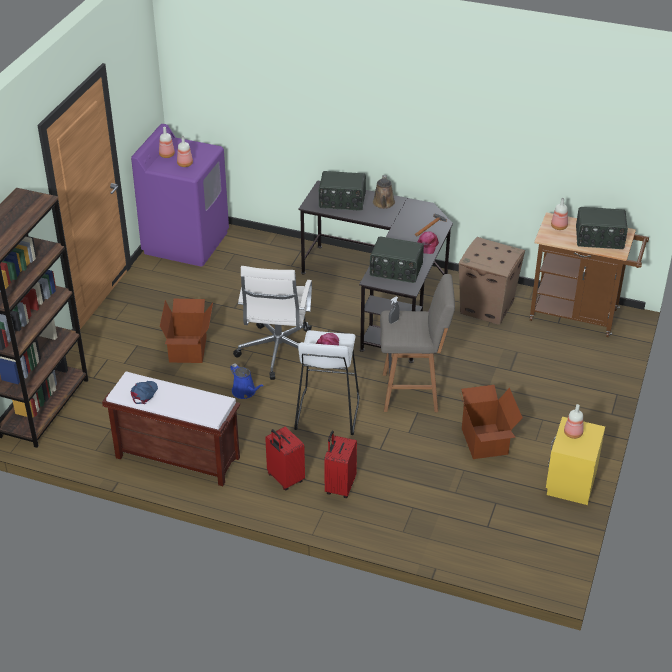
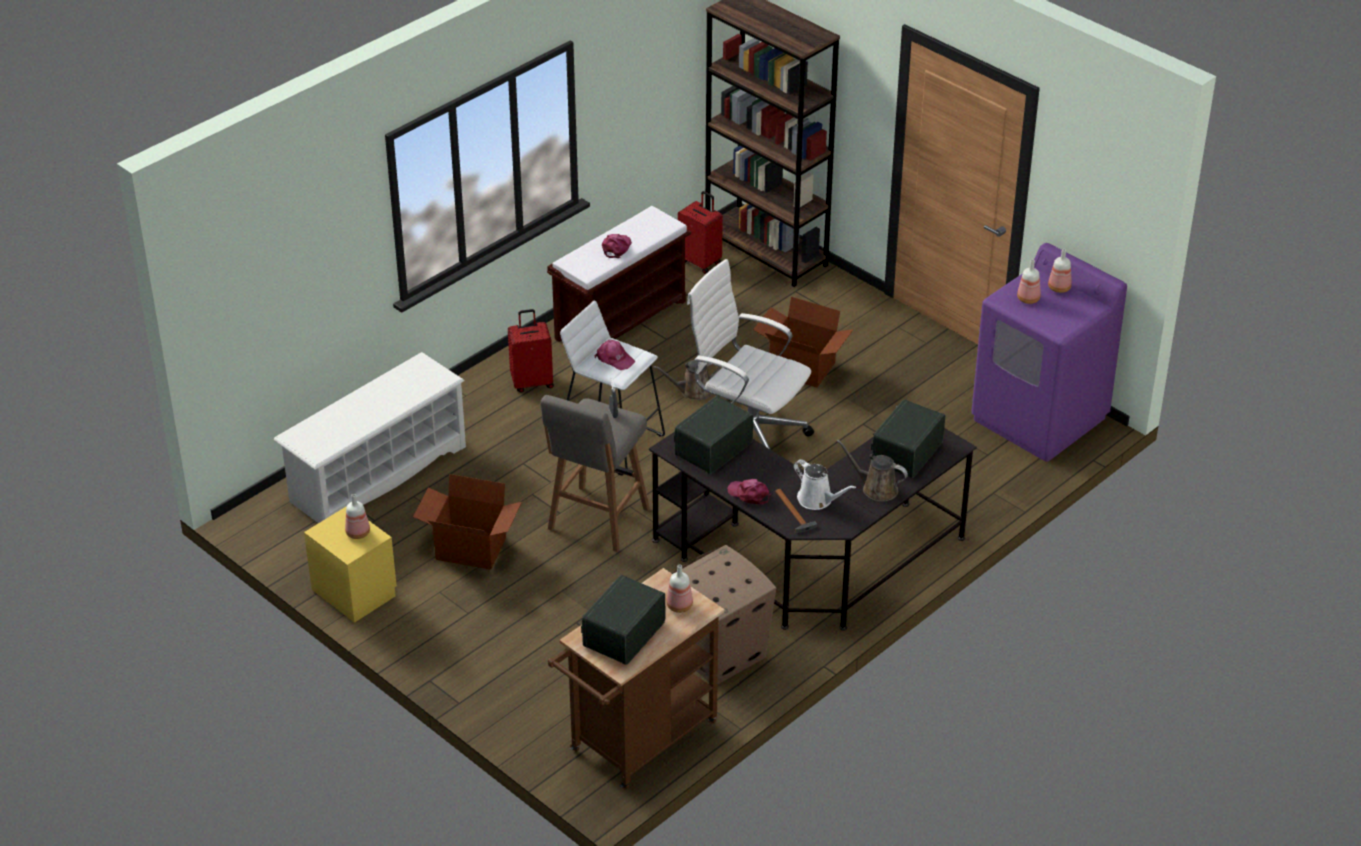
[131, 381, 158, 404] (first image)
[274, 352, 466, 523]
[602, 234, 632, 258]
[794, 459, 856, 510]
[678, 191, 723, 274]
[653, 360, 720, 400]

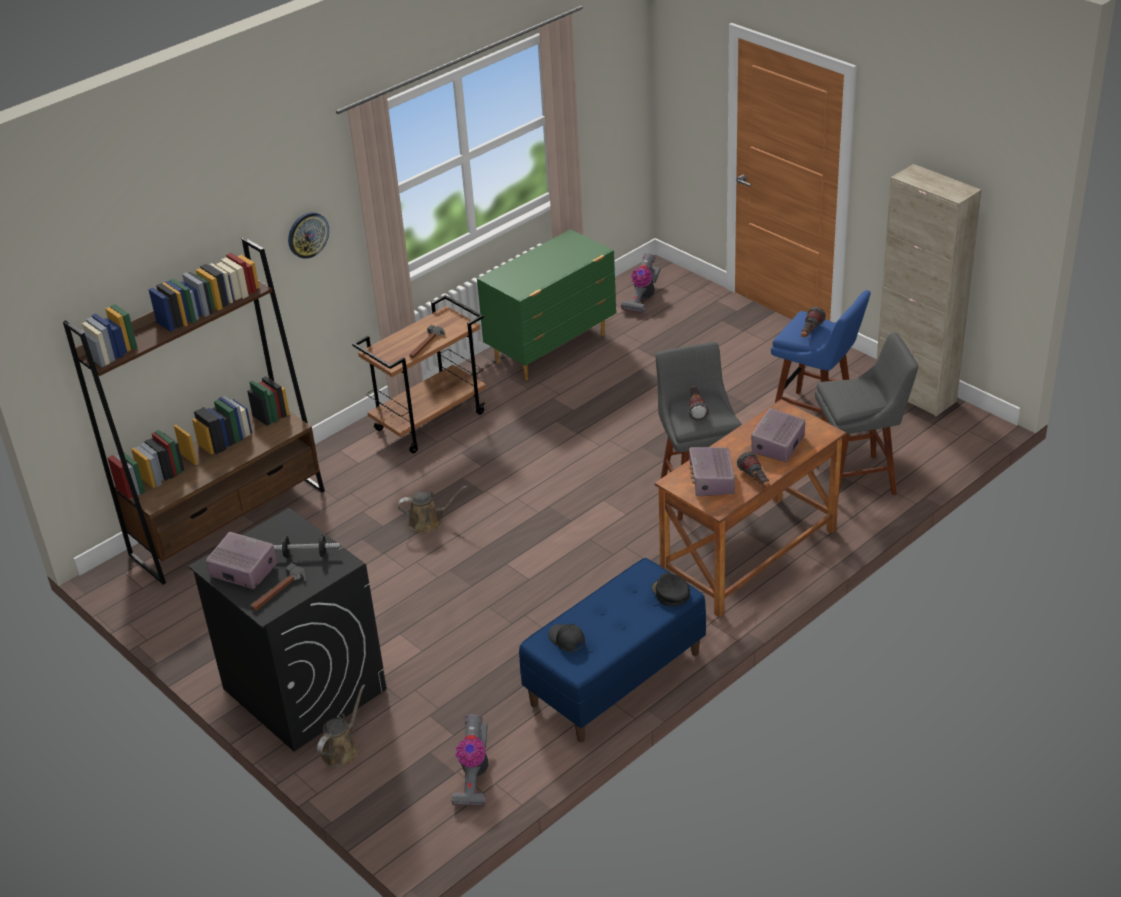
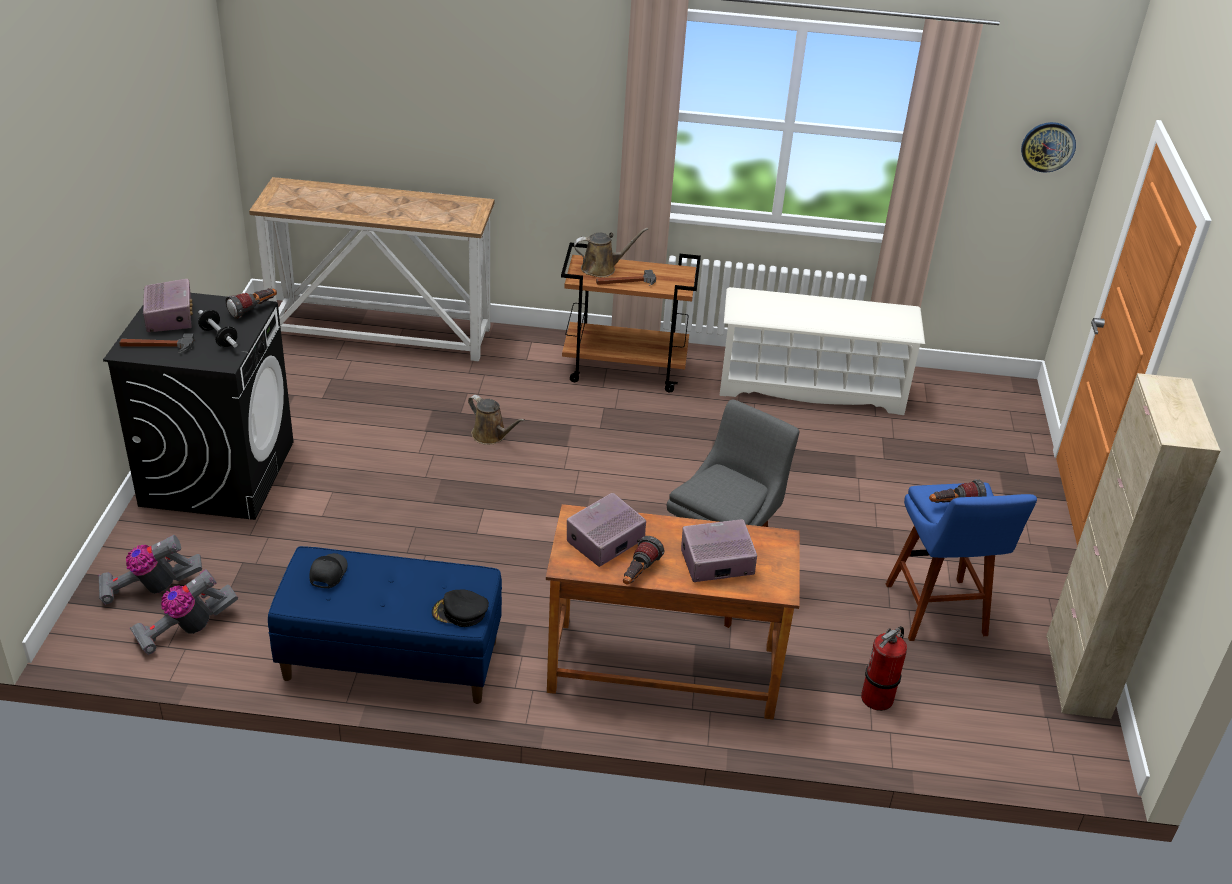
[1021, 122, 1076, 173]
[574, 228, 648, 277]
[99, 535, 202, 605]
[226, 288, 277, 319]
[249, 177, 495, 361]
[720, 287, 925, 415]
[861, 626, 907, 711]
[432, 590, 489, 627]

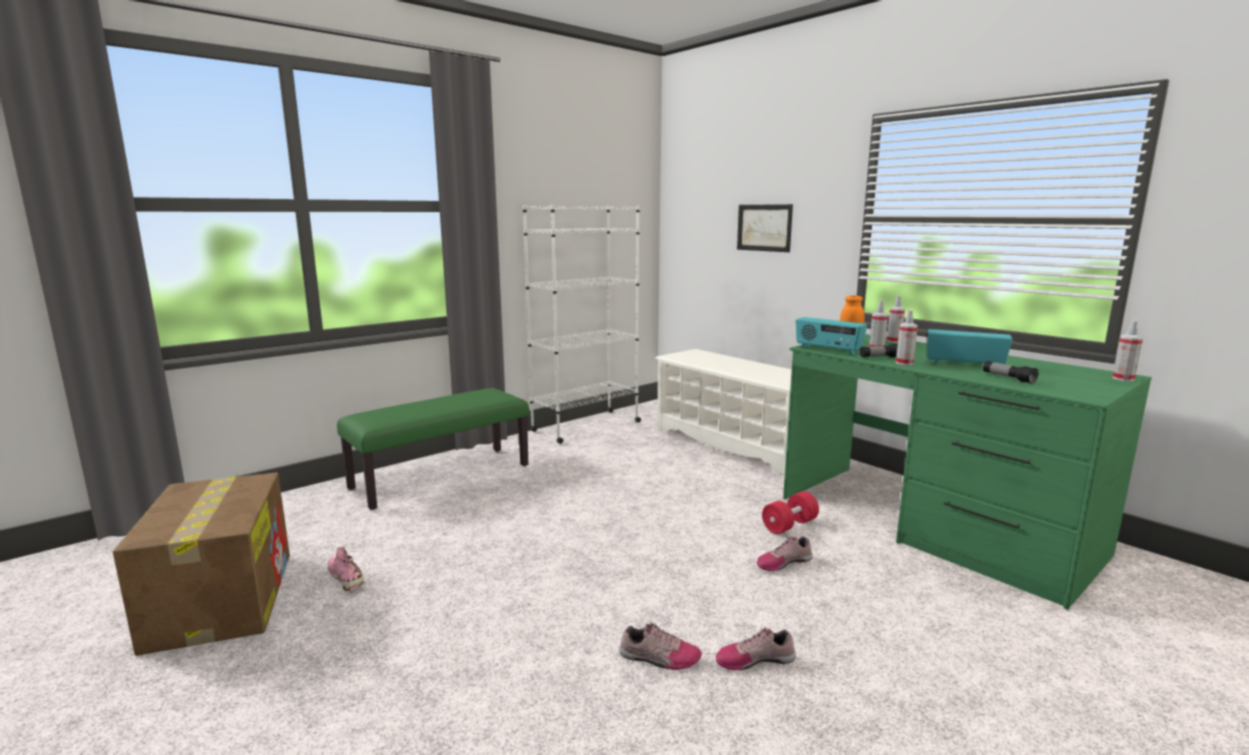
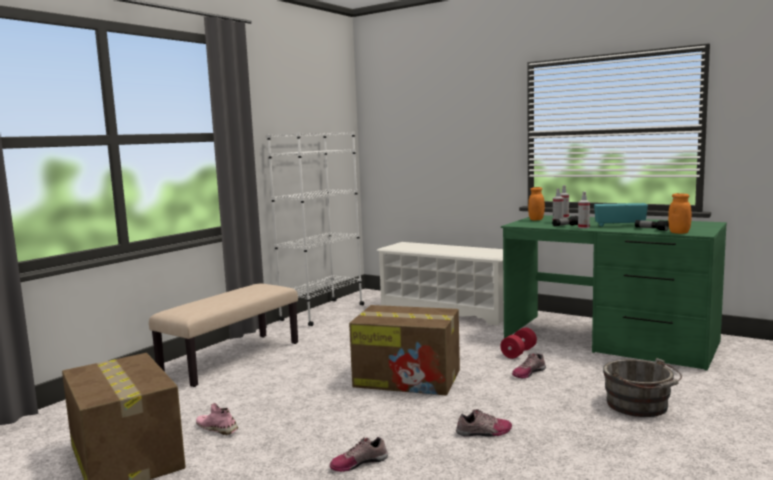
[737, 204, 793, 252] (first image)
[796, 317, 867, 355] (first image)
[1112, 320, 1143, 381] (first image)
[349, 305, 460, 395]
[603, 358, 682, 417]
[668, 193, 692, 234]
[330, 437, 388, 472]
[149, 284, 298, 387]

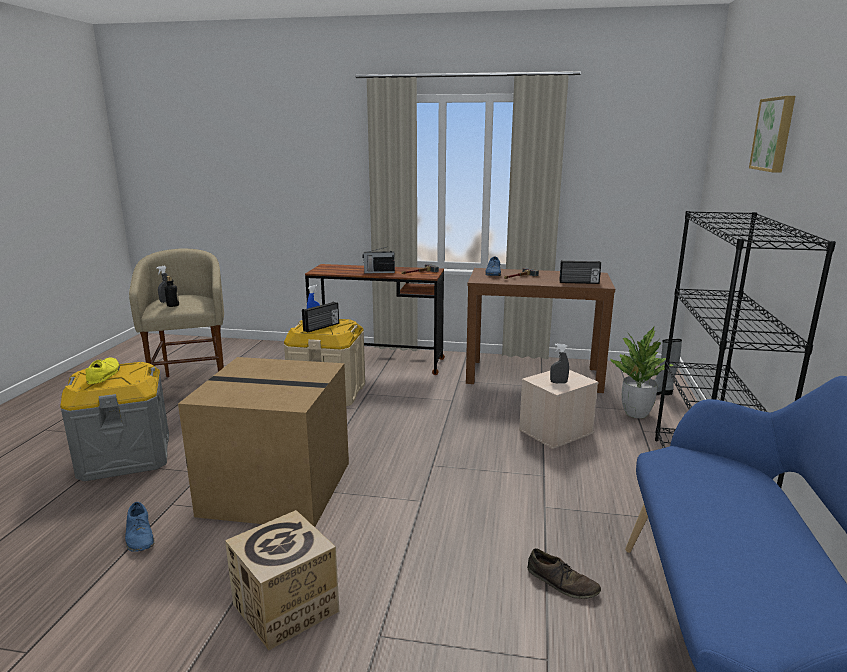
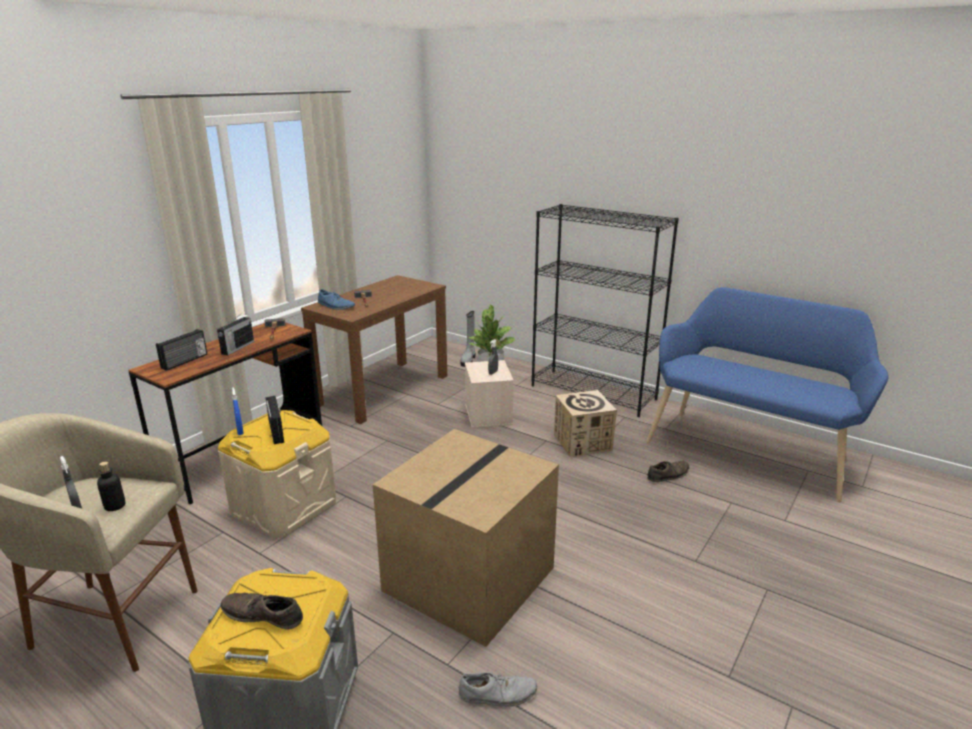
[749, 96, 795, 172] (first image)
[554, 390, 617, 457]
[156, 329, 207, 371]
[220, 593, 303, 629]
[459, 672, 537, 707]

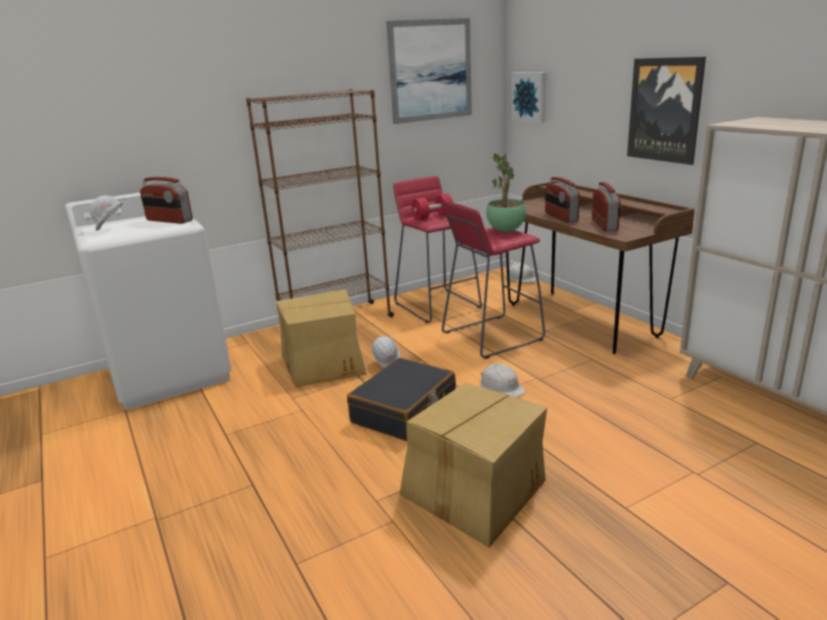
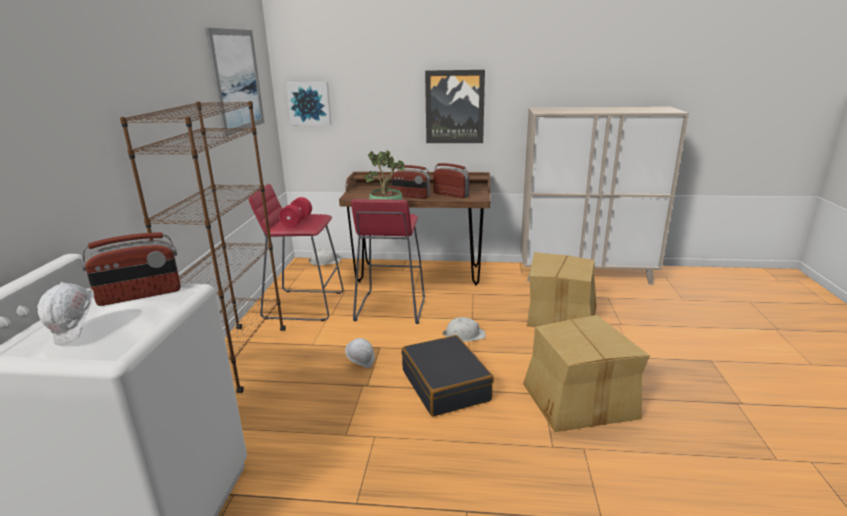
[527, 252, 597, 327]

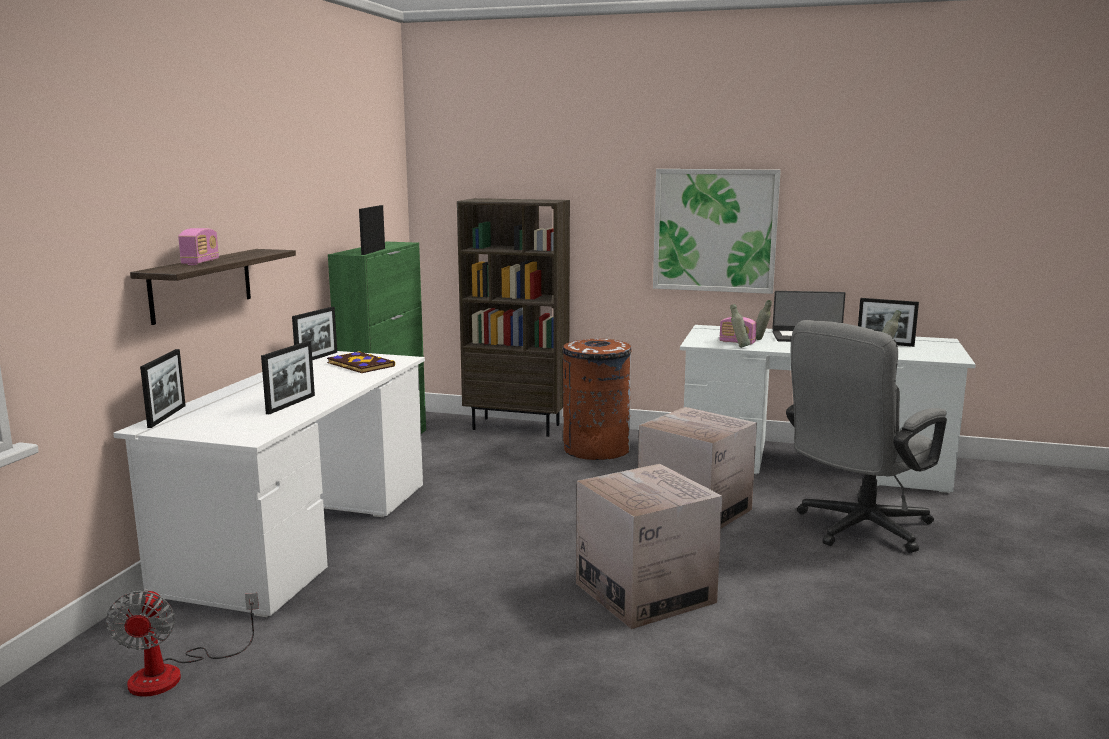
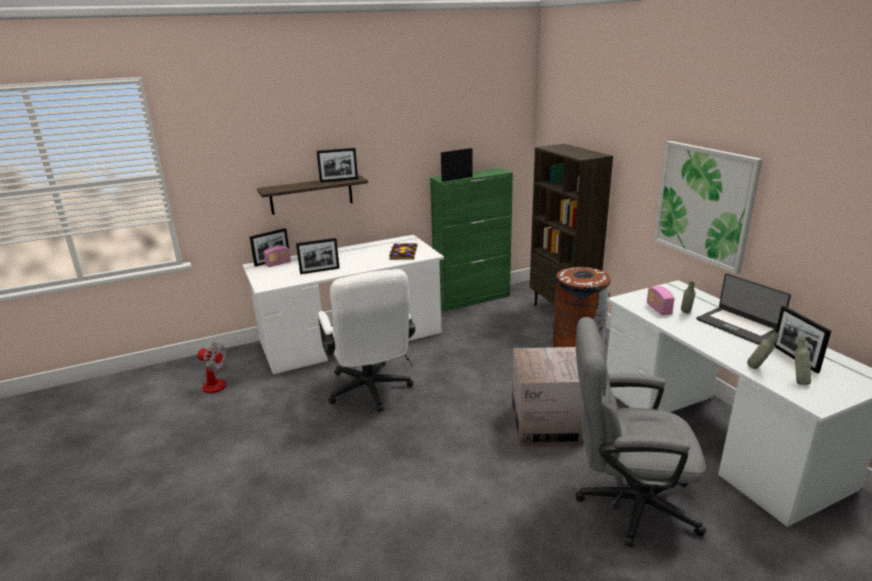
[576, 464, 722, 629] (first image)
[318, 269, 415, 412]
[264, 246, 291, 267]
[317, 148, 358, 182]
[795, 337, 811, 385]
[197, 342, 226, 393]

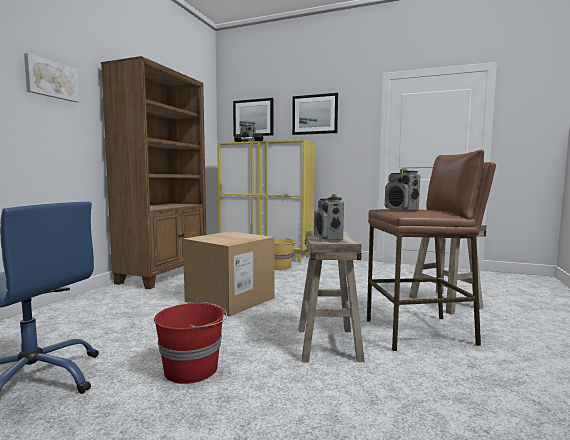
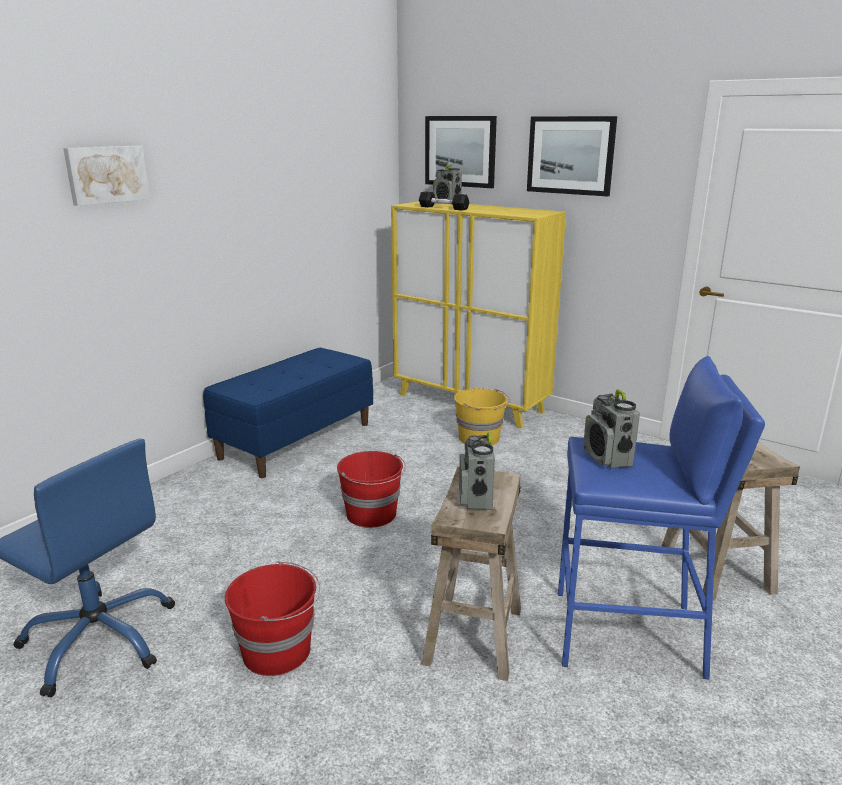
[203, 348, 373, 478]
[337, 451, 406, 528]
[558, 356, 765, 680]

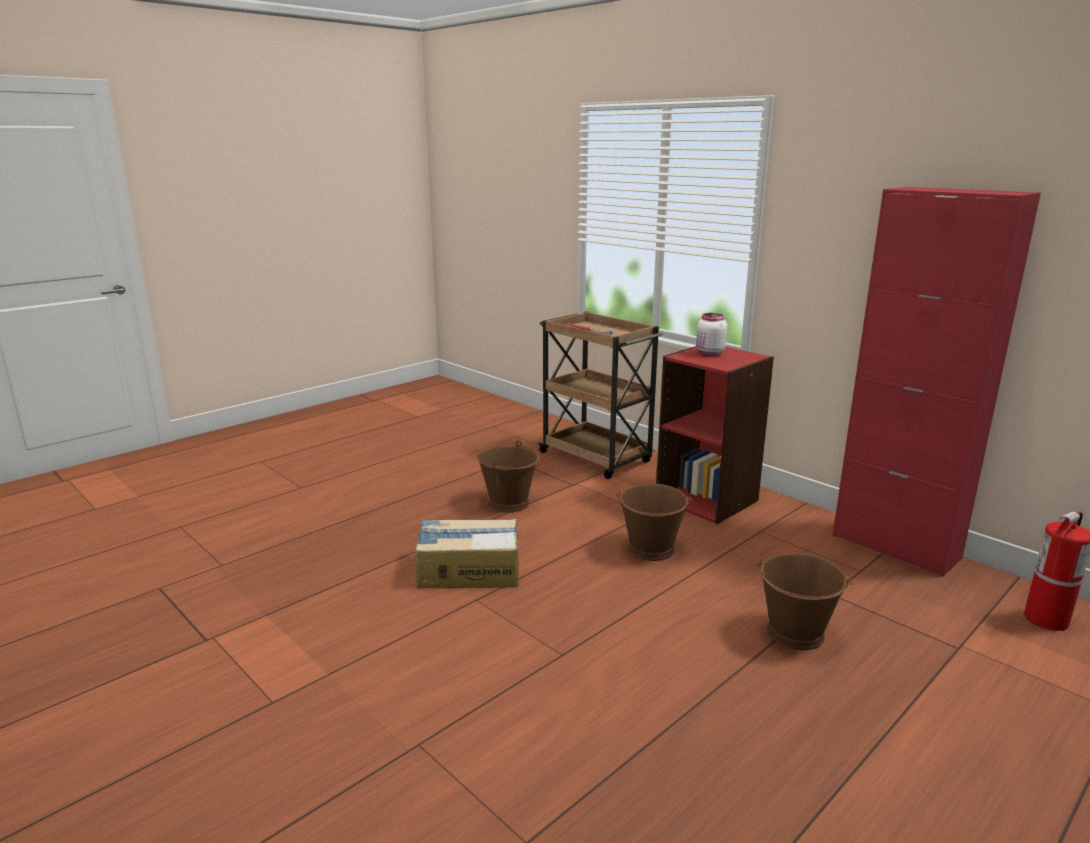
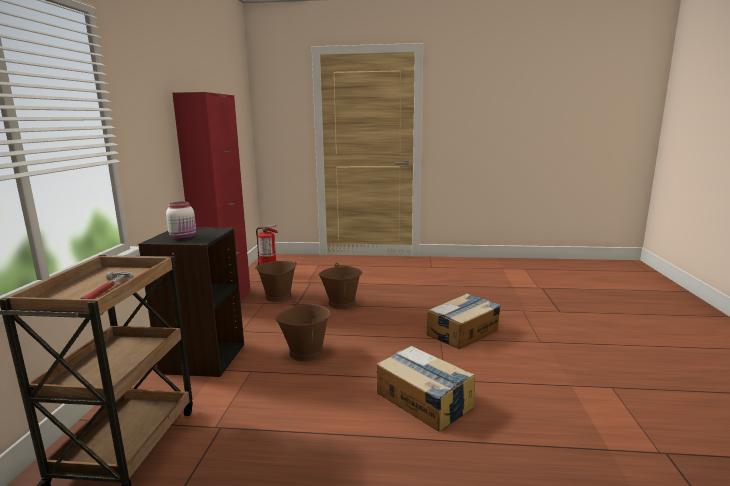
[426, 293, 501, 349]
[255, 261, 297, 302]
[138, 227, 244, 377]

